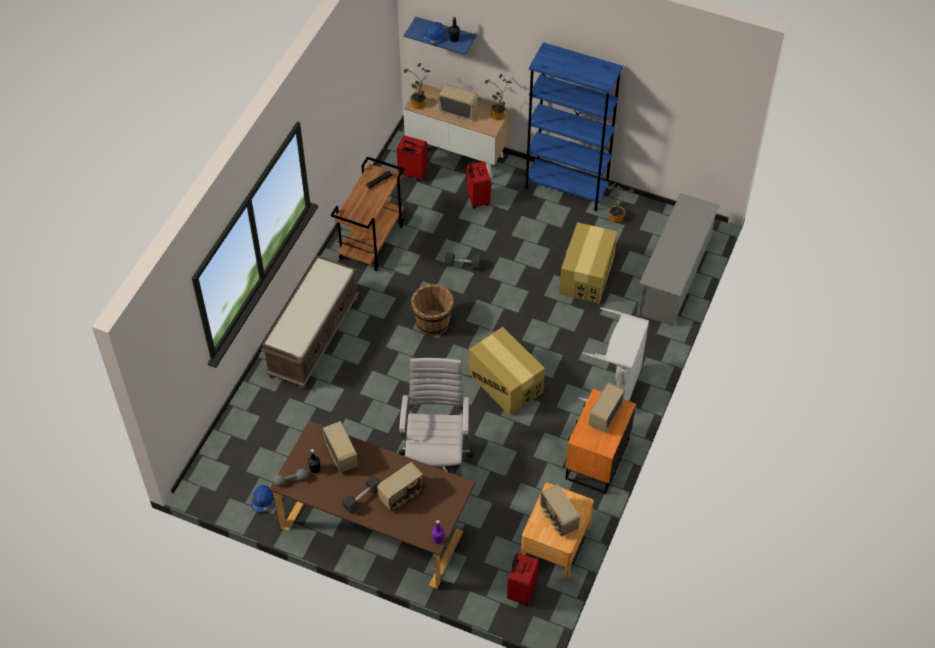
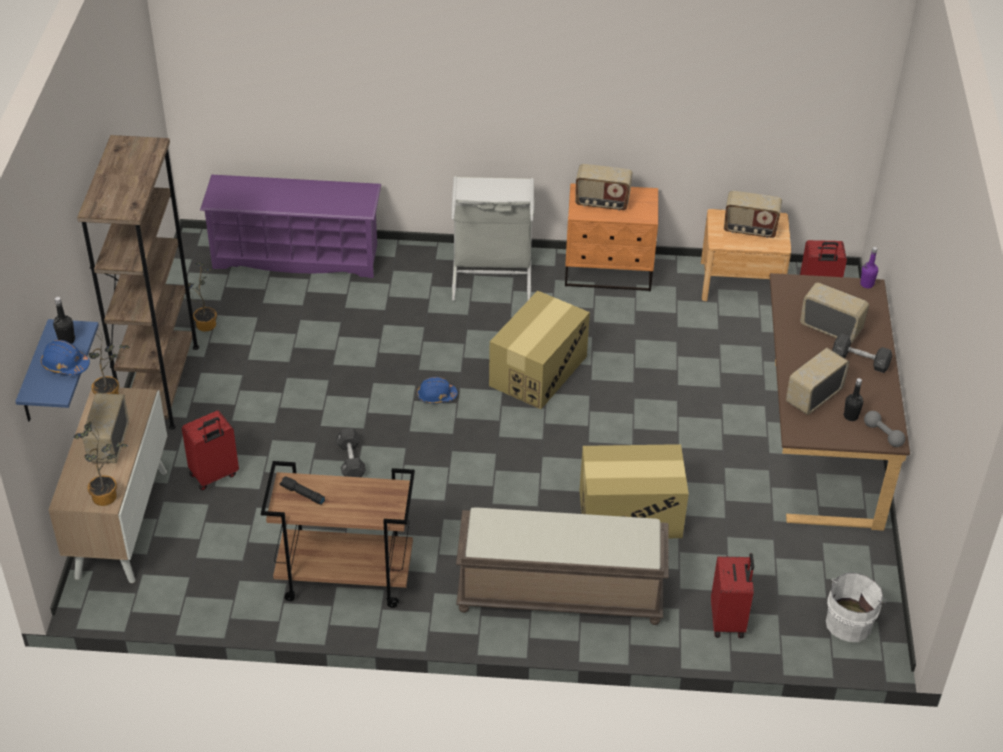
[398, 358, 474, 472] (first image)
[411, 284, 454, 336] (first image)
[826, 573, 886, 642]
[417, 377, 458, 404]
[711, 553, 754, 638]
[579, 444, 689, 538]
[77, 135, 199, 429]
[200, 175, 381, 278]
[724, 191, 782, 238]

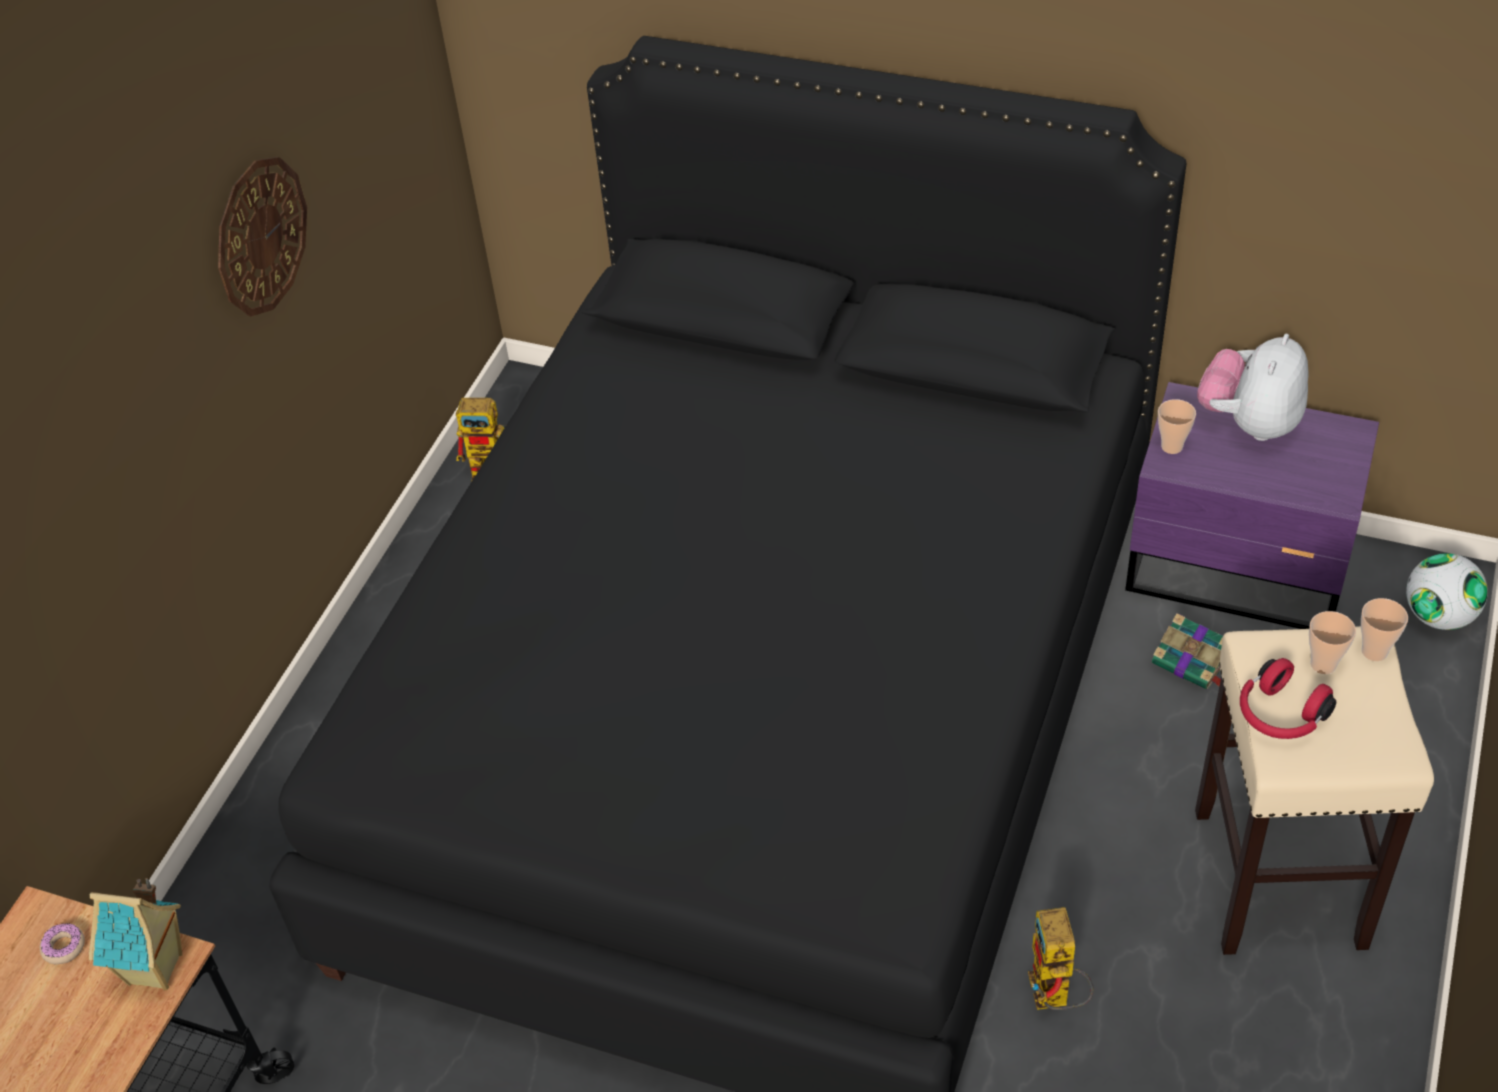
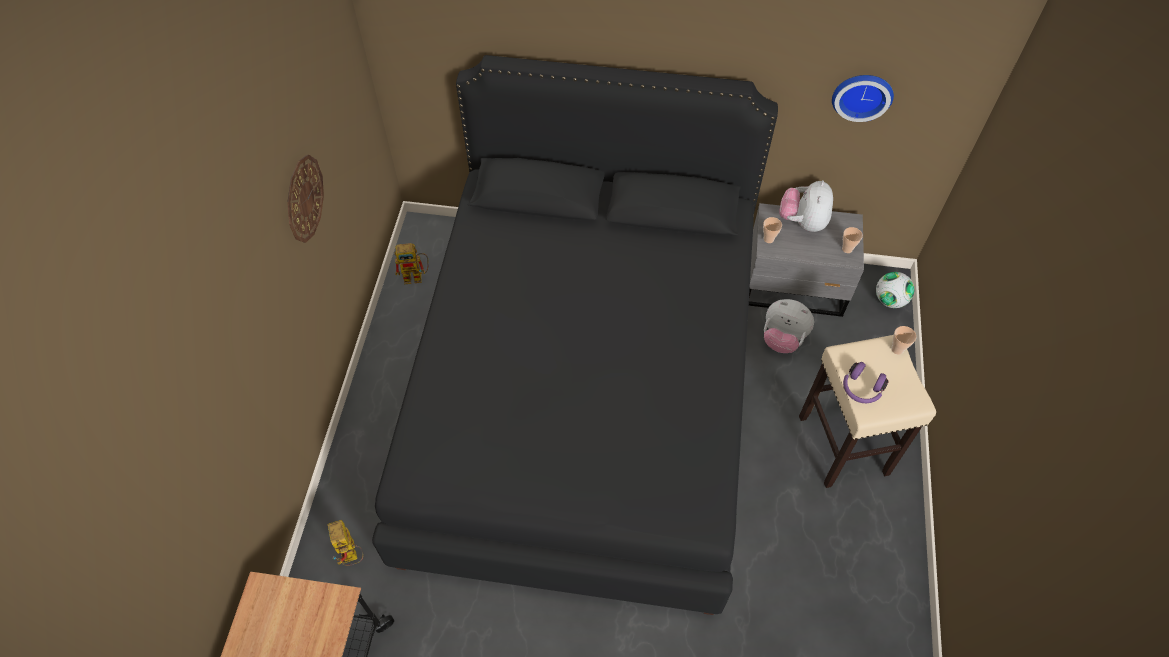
[40, 923, 85, 964] (first image)
[89, 878, 182, 991] (first image)
[832, 75, 894, 122]
[328, 520, 364, 566]
[842, 227, 863, 253]
[764, 299, 814, 353]
[749, 203, 864, 317]
[843, 362, 889, 403]

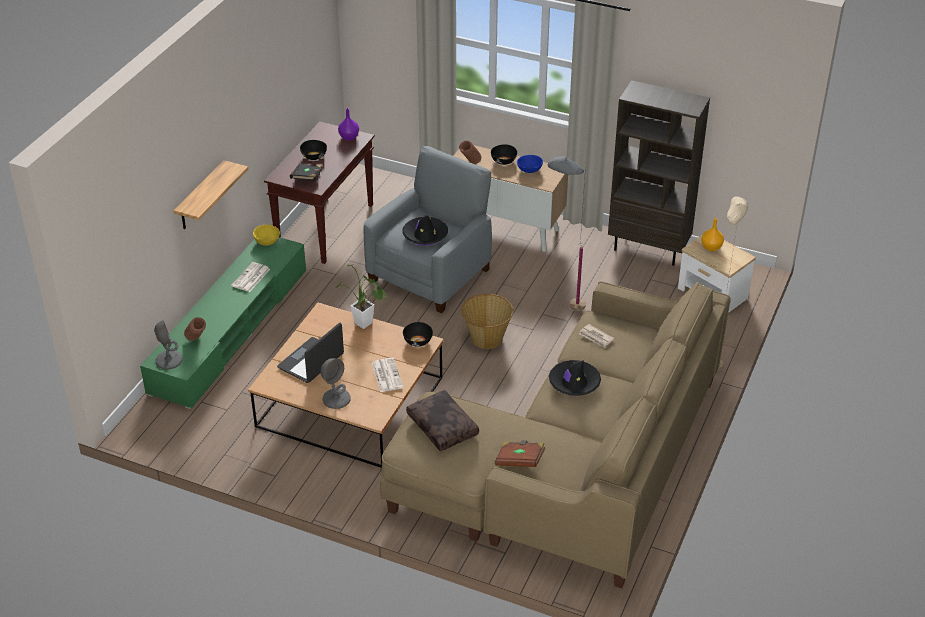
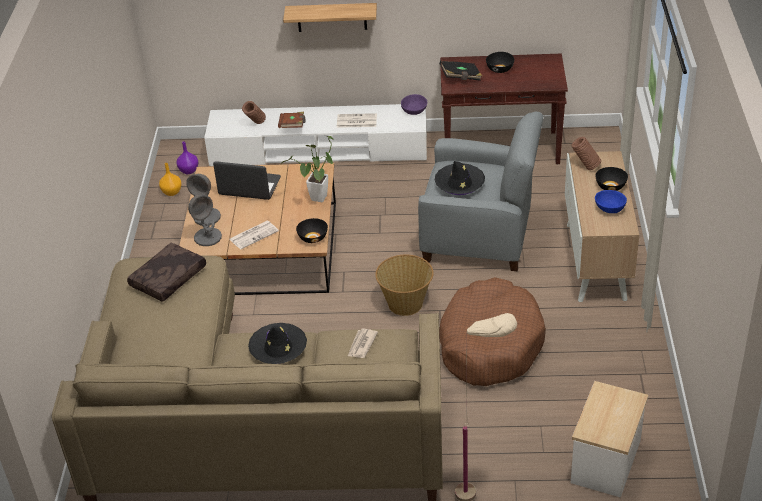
[608, 80, 710, 266] (first image)
[188, 195, 222, 246]
[177, 141, 198, 174]
[278, 112, 306, 128]
[159, 163, 182, 196]
[439, 277, 546, 386]
[204, 104, 427, 167]
[401, 94, 427, 115]

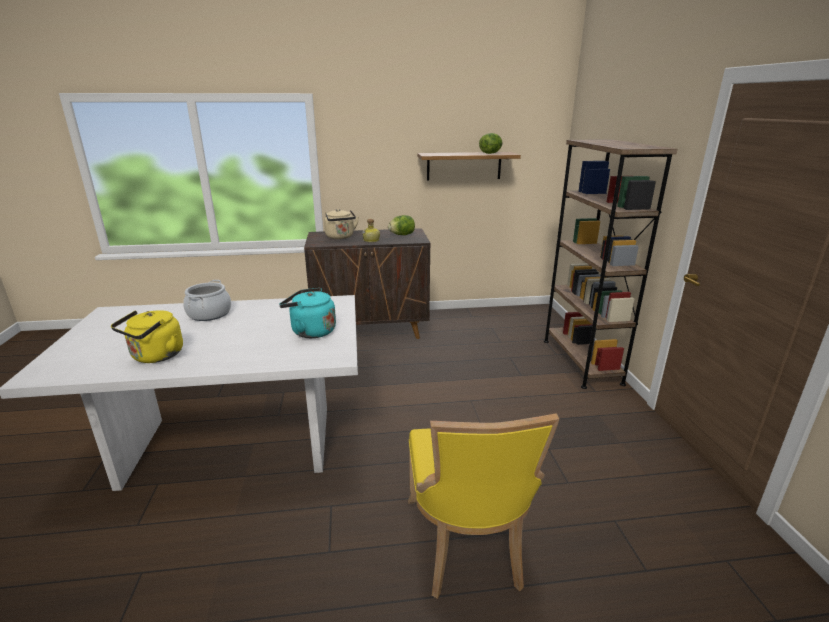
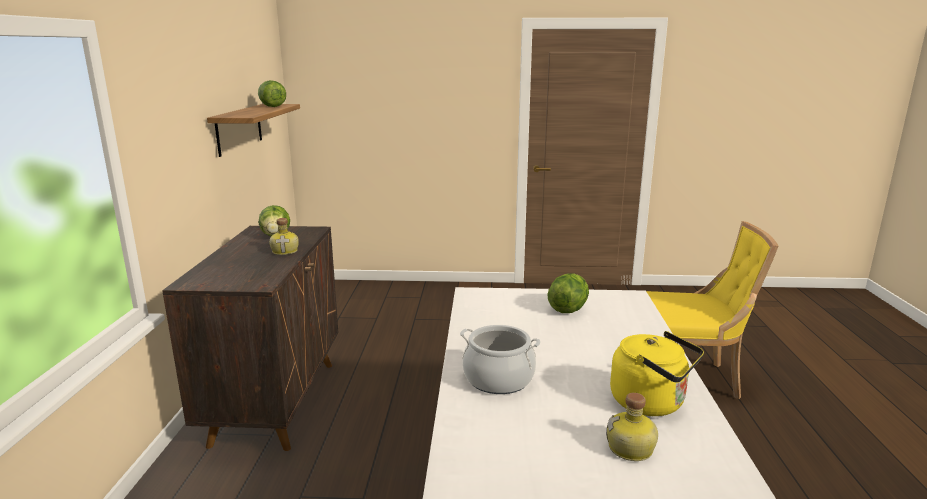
[324, 209, 359, 239] (first image)
[544, 139, 677, 389] (first image)
[606, 393, 658, 461]
[547, 273, 589, 313]

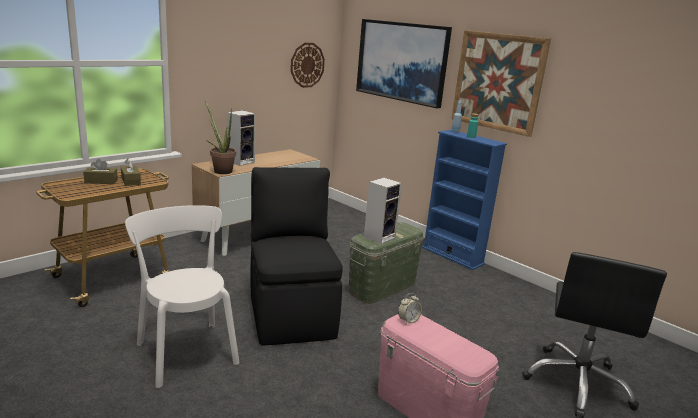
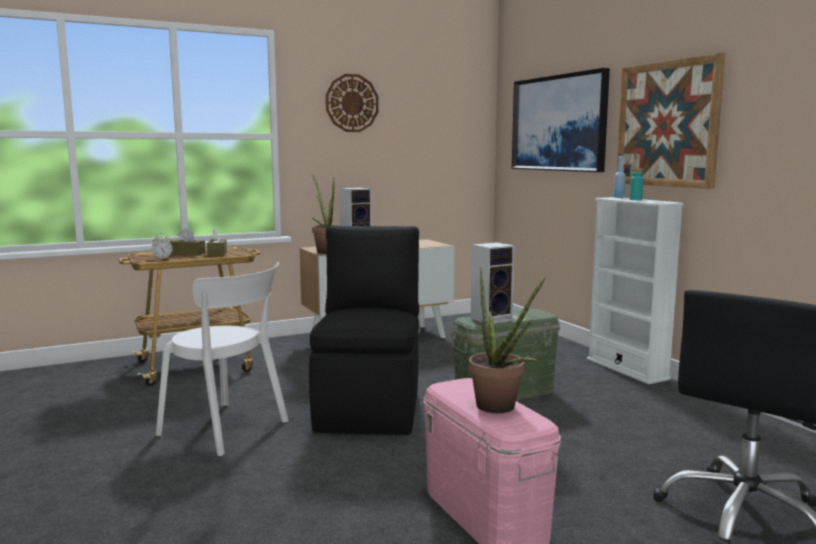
[469, 267, 546, 413]
[326, 74, 379, 132]
[152, 233, 173, 260]
[587, 197, 684, 384]
[156, 262, 288, 456]

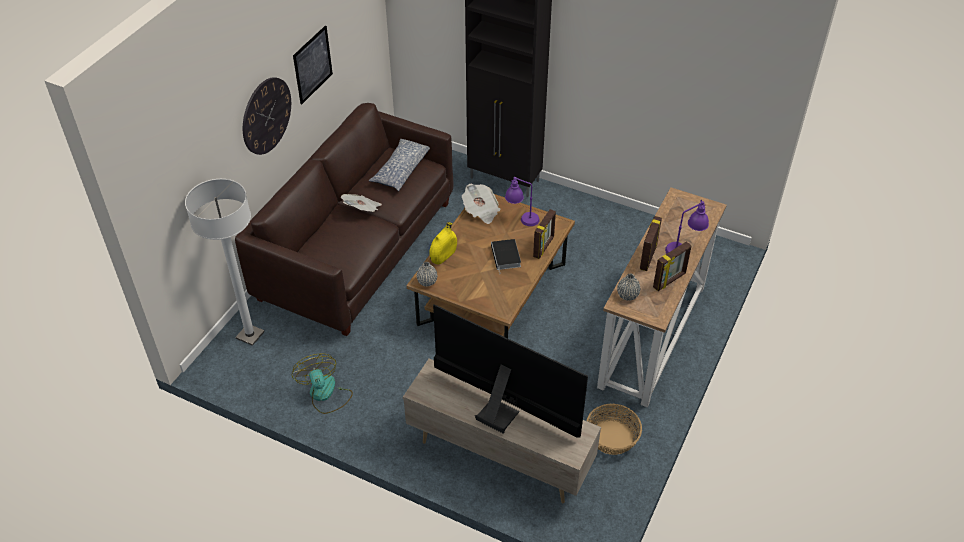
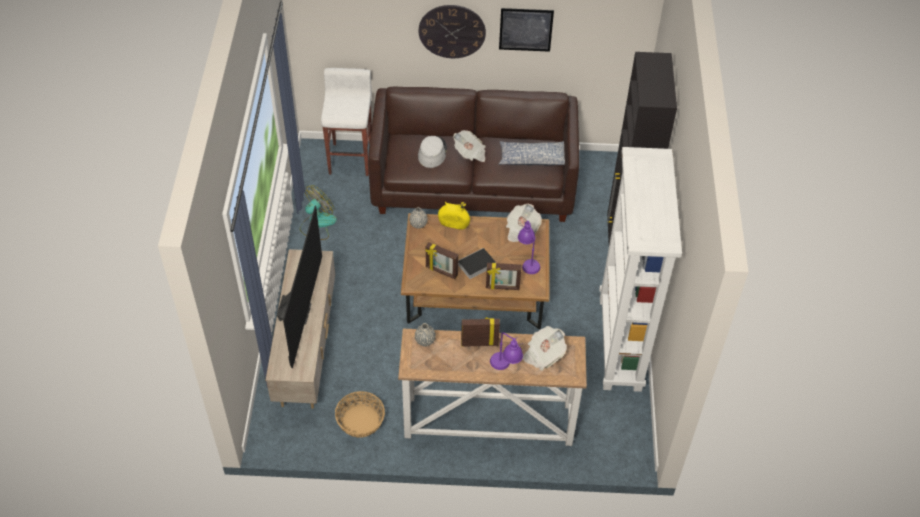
[418, 136, 447, 168]
[523, 326, 567, 371]
[599, 147, 682, 392]
[425, 242, 458, 279]
[321, 68, 372, 176]

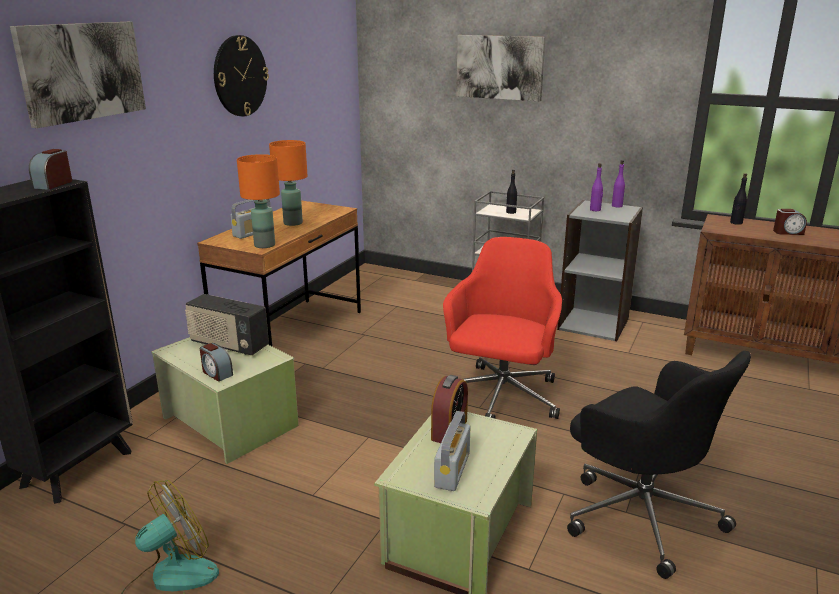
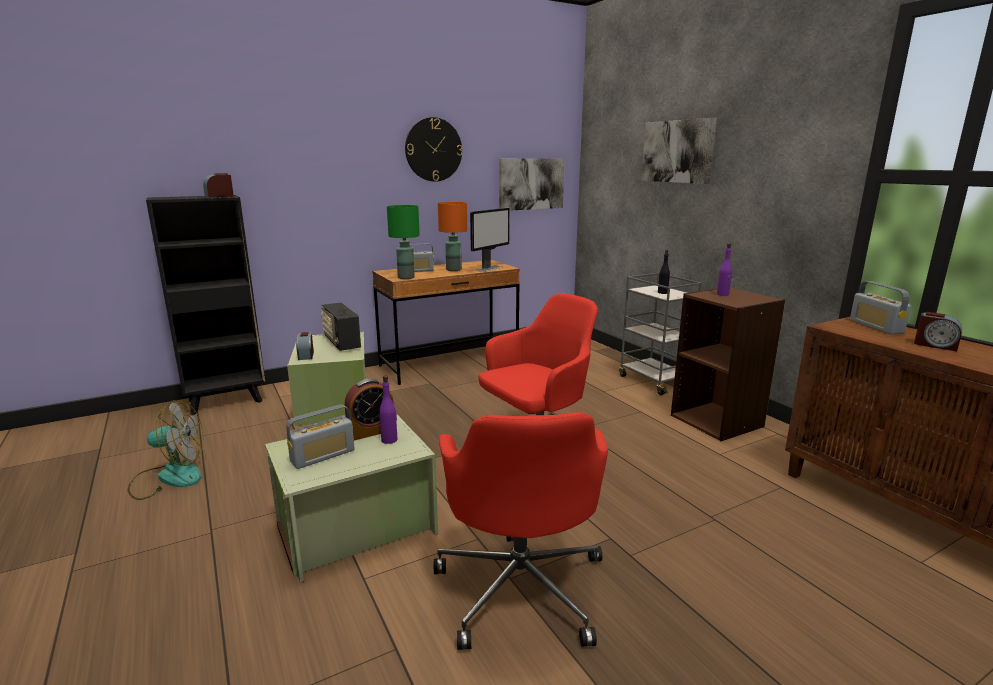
[470, 208, 510, 272]
[499, 158, 565, 211]
[379, 376, 397, 444]
[850, 281, 911, 334]
[387, 205, 420, 279]
[671, 288, 785, 441]
[434, 412, 608, 650]

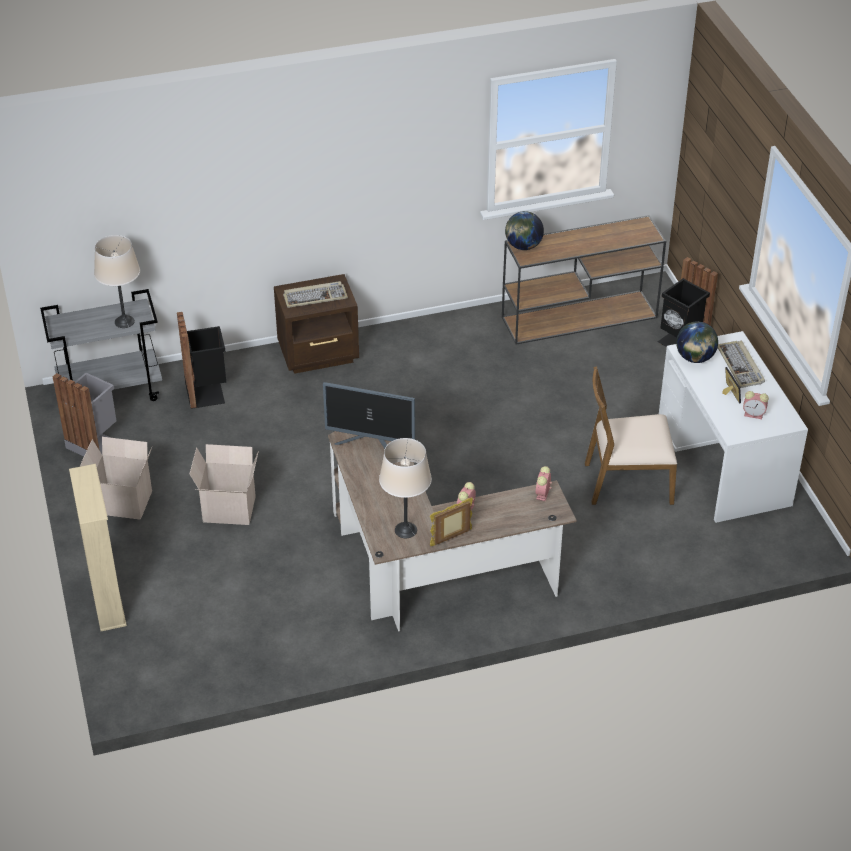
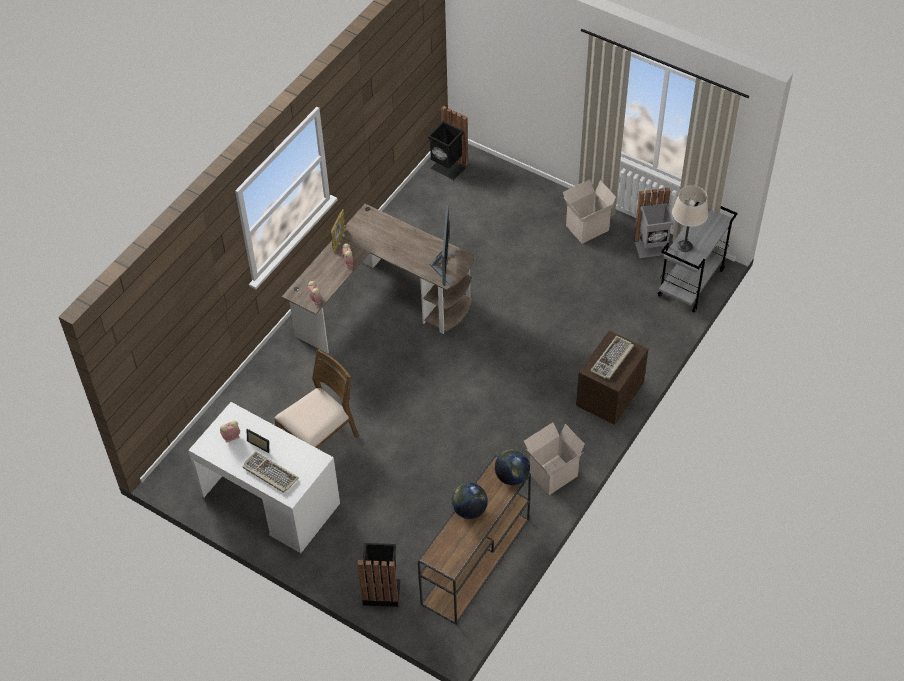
[69, 464, 127, 631] (first image)
[379, 438, 432, 538] (first image)
[428, 106, 468, 180]
[524, 422, 585, 495]
[452, 483, 488, 519]
[429, 205, 458, 286]

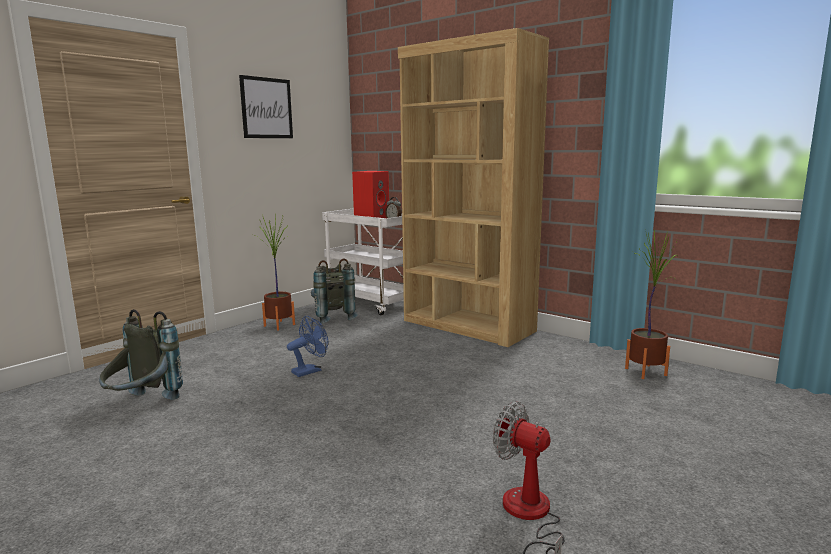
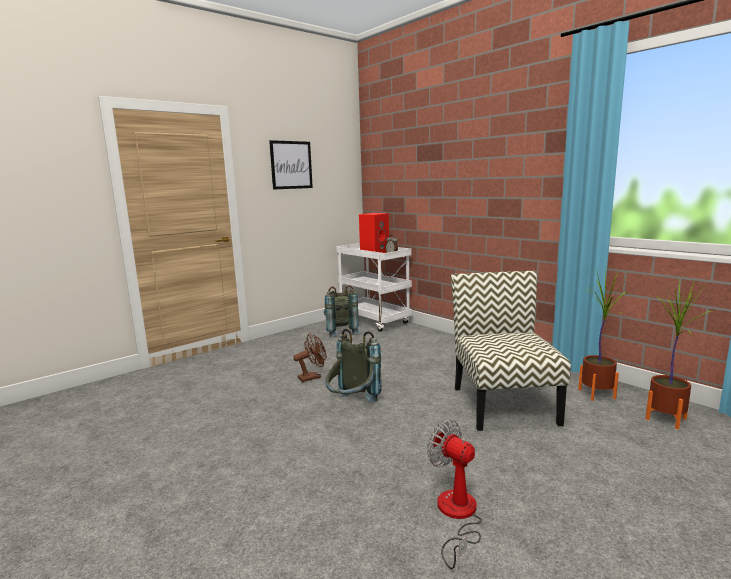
[398, 28, 549, 347] (first image)
[451, 271, 571, 431]
[325, 329, 381, 402]
[646, 280, 716, 429]
[294, 334, 326, 382]

